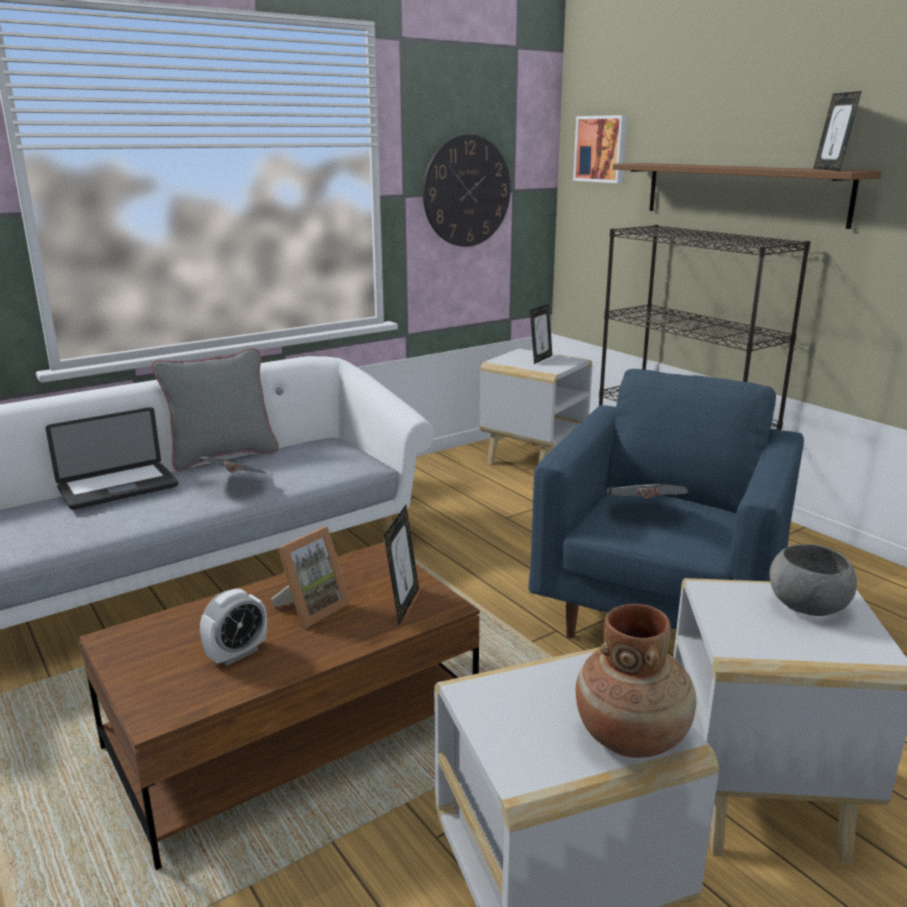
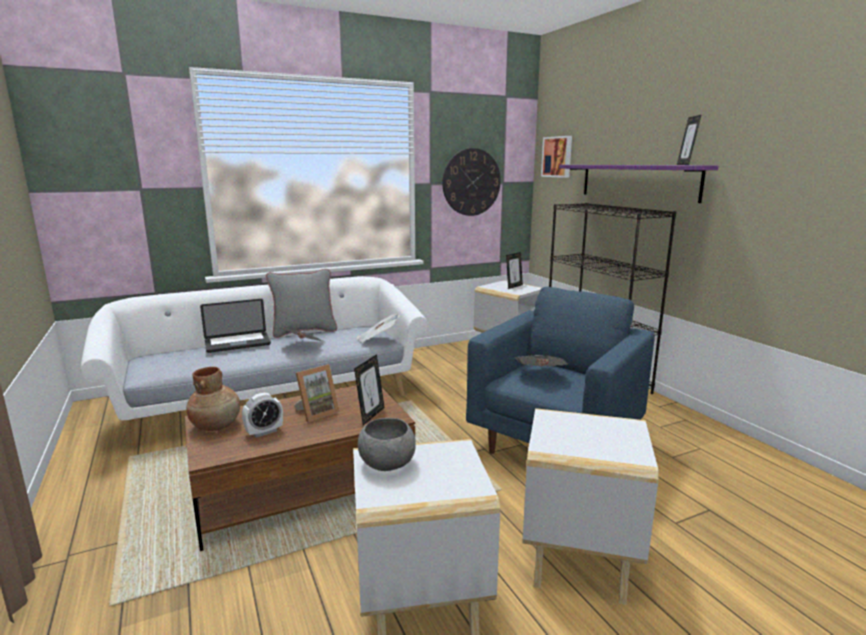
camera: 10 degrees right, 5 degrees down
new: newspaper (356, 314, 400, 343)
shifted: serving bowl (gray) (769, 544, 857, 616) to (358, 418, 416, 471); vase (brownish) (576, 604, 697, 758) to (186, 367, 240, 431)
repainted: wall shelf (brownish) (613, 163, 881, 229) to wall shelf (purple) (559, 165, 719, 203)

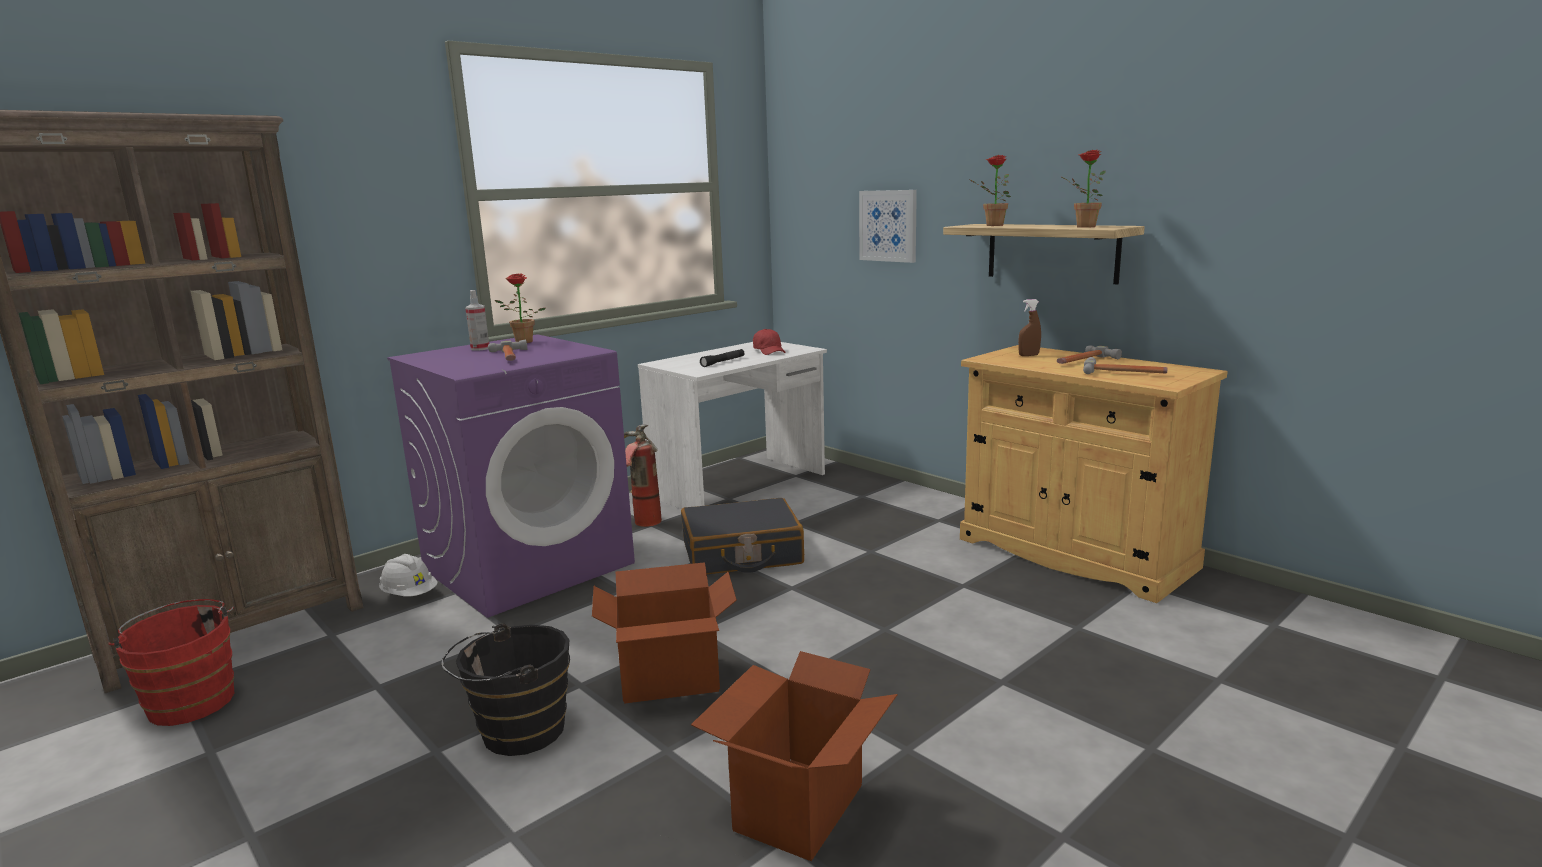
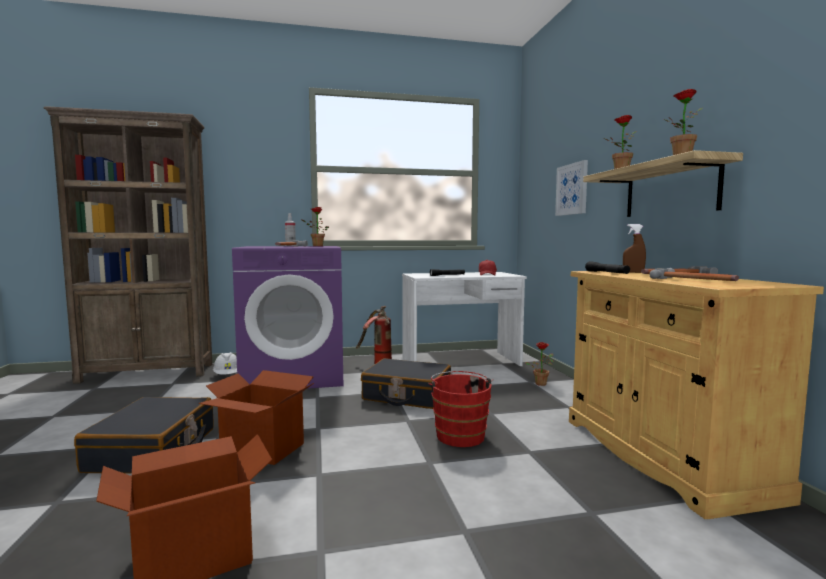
camera: 30 degrees right, 10 degrees down
new: hand torch (blackish) (585, 261, 630, 274); potted plant (525, 342, 554, 386)
shifted: pail (reddish) (108, 599, 234, 726) to (428, 371, 493, 447)
swapped: pail (blackish) (441, 623, 570, 756) to suitcase (blackish) (74, 397, 214, 473)

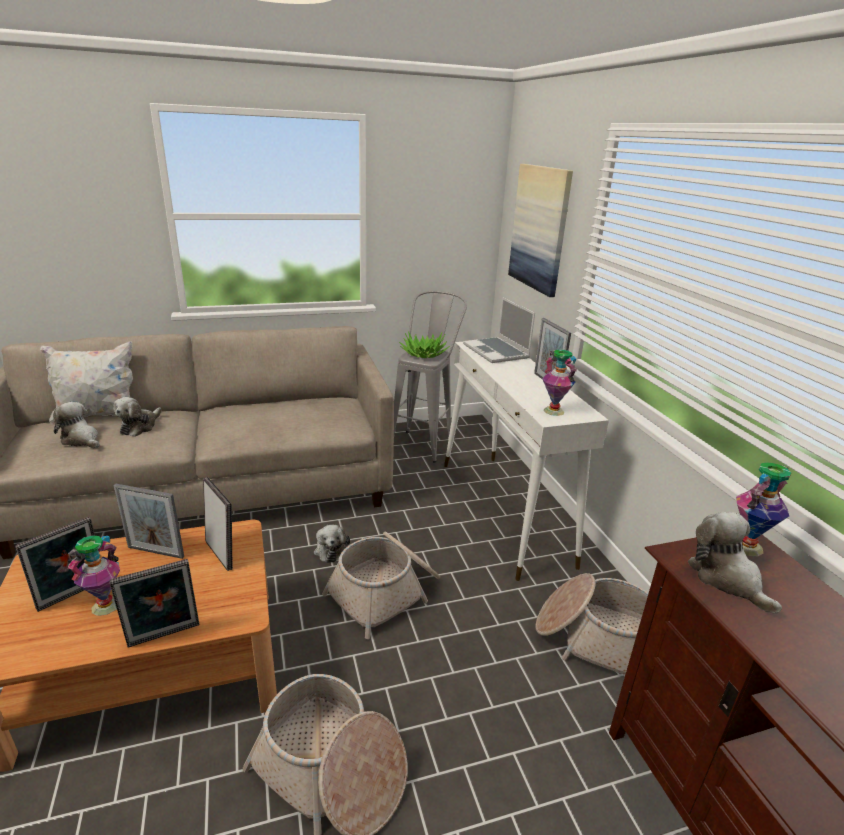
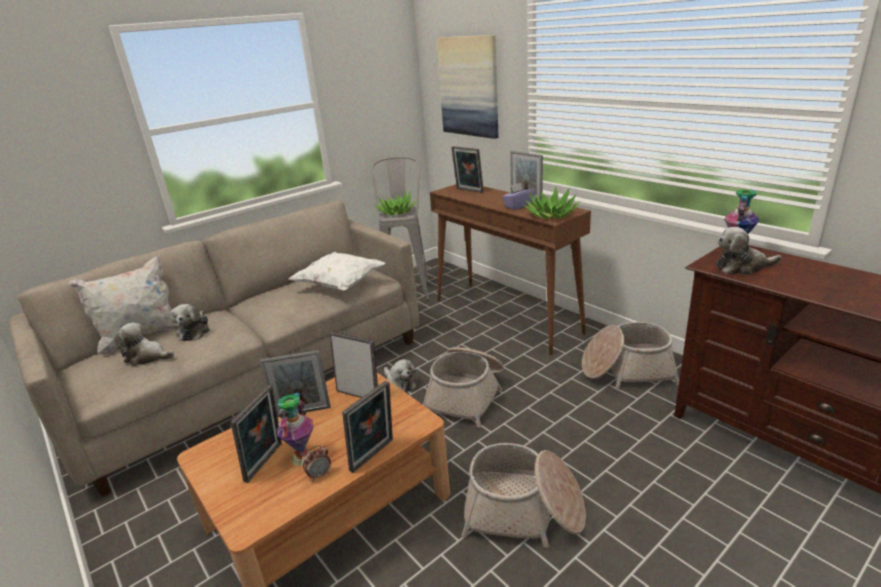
camera: 20 degrees left, 0 degrees up
new: box of tissues (purple) (502, 183, 535, 210); cushion (white-coloured) (288, 252, 386, 291); table clock (302, 445, 331, 481)
swapped: laptop (463, 297, 535, 363) to photo frame (451, 146, 484, 193); vase (542, 350, 577, 416) to potted plant (522, 187, 580, 219)
repainted: narrow table (white-coloured) (444, 342, 609, 581) to narrow table (brownish) (430, 184, 591, 355)
rotated: soft toy (688, 512, 782, 614) = (716, 227, 782, 275) 45 degrees counterclockwise

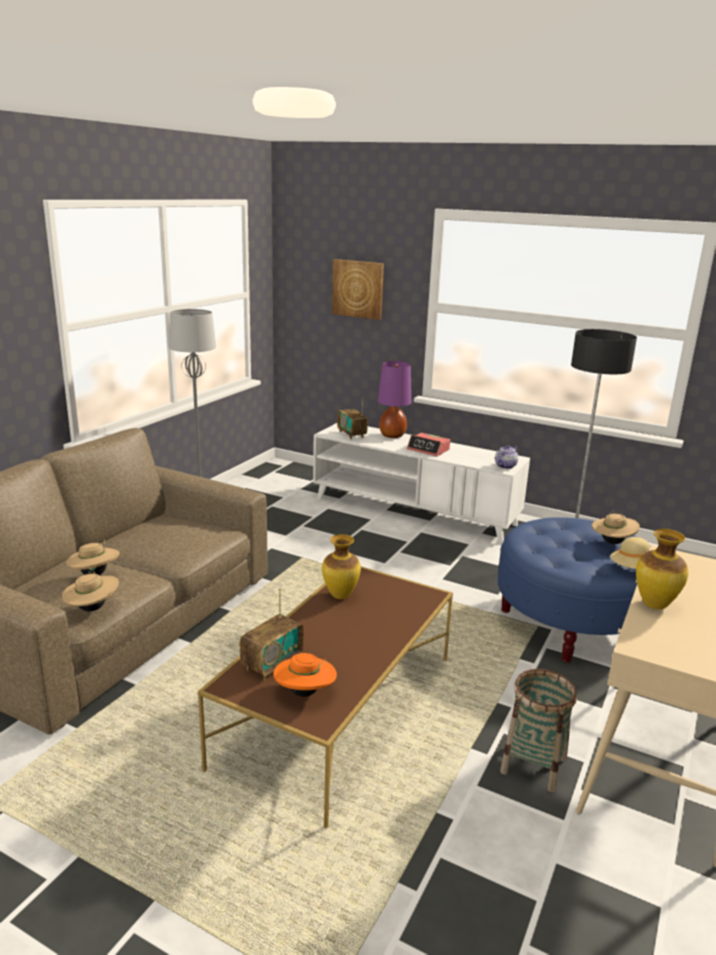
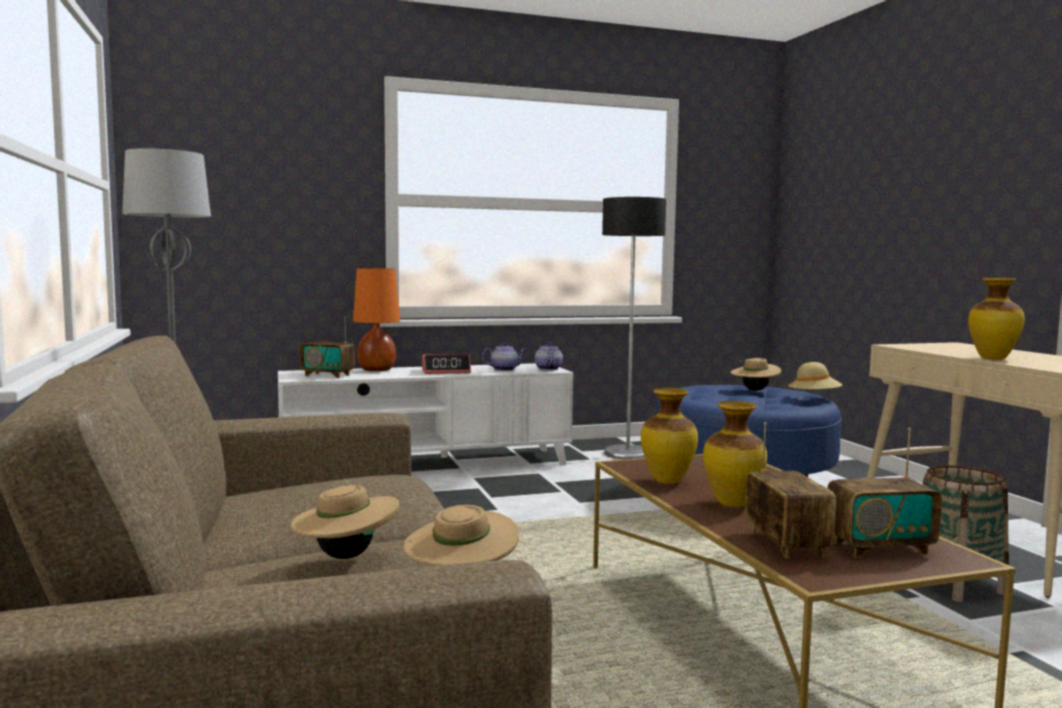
camera: 45 degrees left, 15 degrees down
gone: picture (332, 259, 384, 320)
new: teapot (482, 342, 526, 371); vase (703, 401, 767, 507)
swapped: wearable hat (orangey) (273, 653, 337, 697) to radio (827, 428, 942, 557)
repainted: lamp for a table (purple) (378, 361, 411, 438) to lamp for a table (orangey) (353, 268, 400, 371)

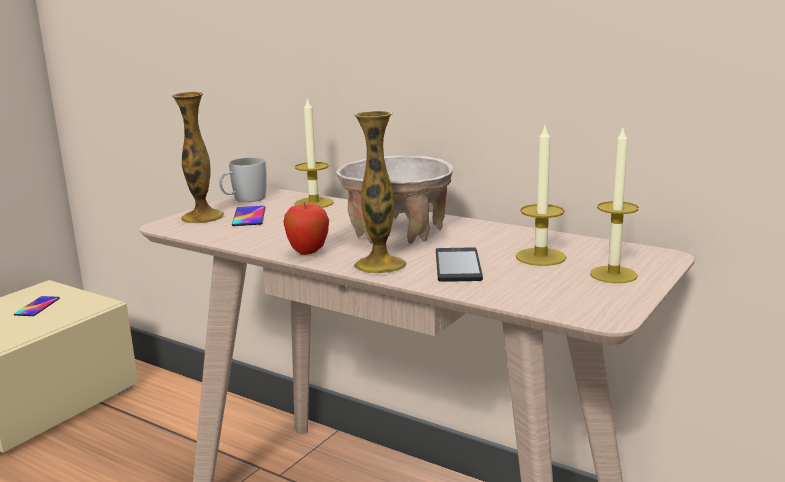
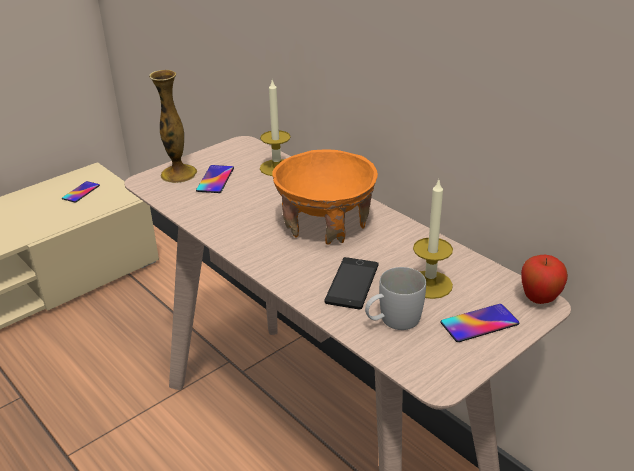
camera: 15 degrees right, 15 degrees up
gone: vase (353, 111, 407, 274)
shifted: tea mug (white-coloured) (219, 158, 267, 202) to (365, 267, 426, 330); apple fruit (283, 202, 329, 255) to (521, 255, 568, 304)
swapped: wax light (590, 126, 639, 283) to telephone (440, 304, 519, 342)
repainted: serving bowl (beige) (336, 156, 454, 244) to serving bowl (orangey) (272, 149, 378, 245)

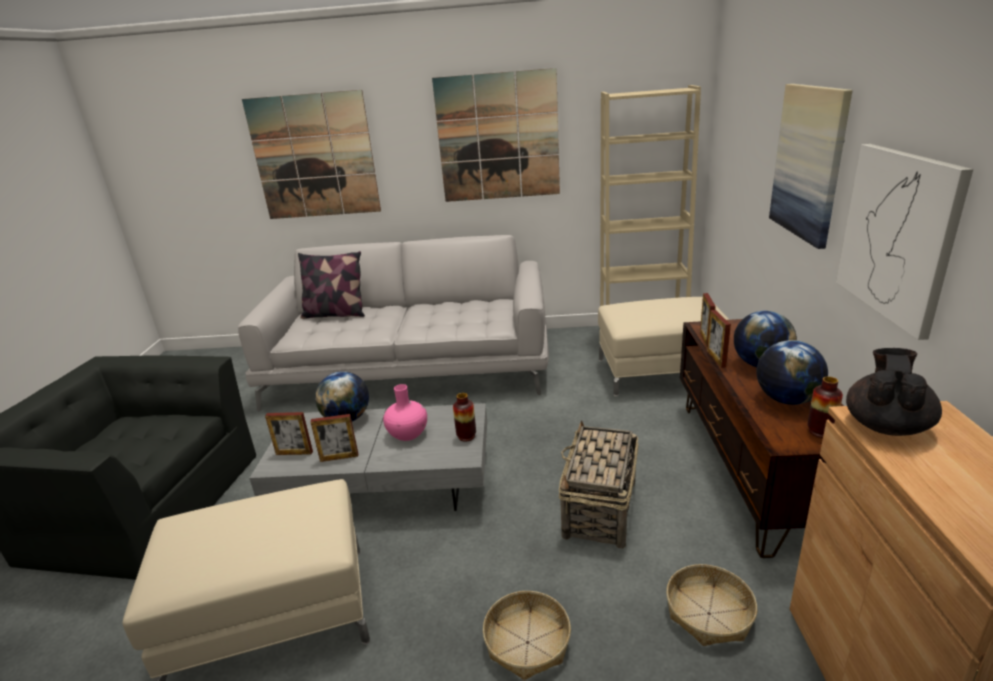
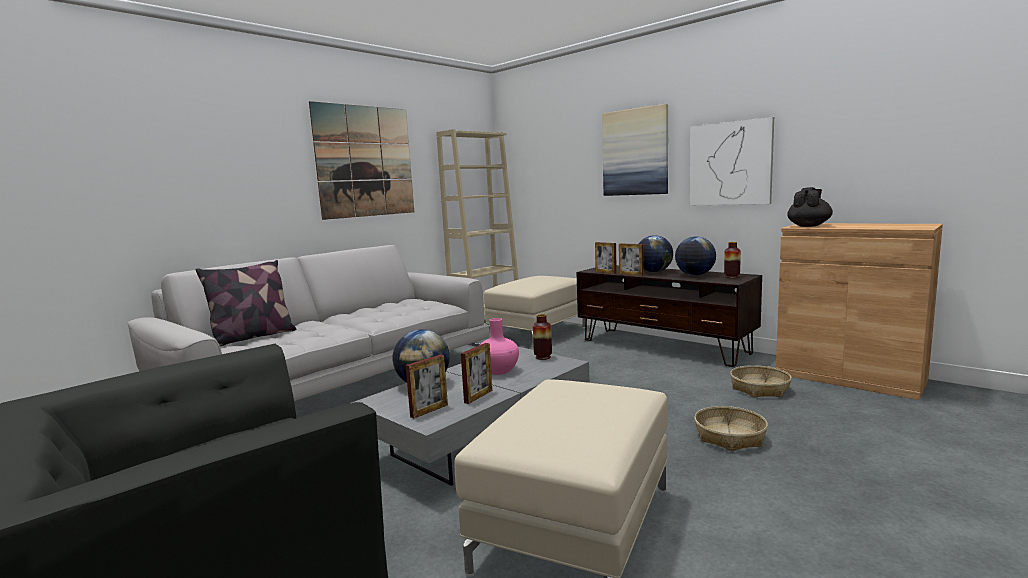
camera: 50 degrees left, 15 degrees down
gone: picture (242, 90, 381, 219); basket (559, 420, 638, 549)
rotated: teapot (blackish) (846, 348, 942, 436) = (787, 187, 833, 227) 60 degrees clockwise

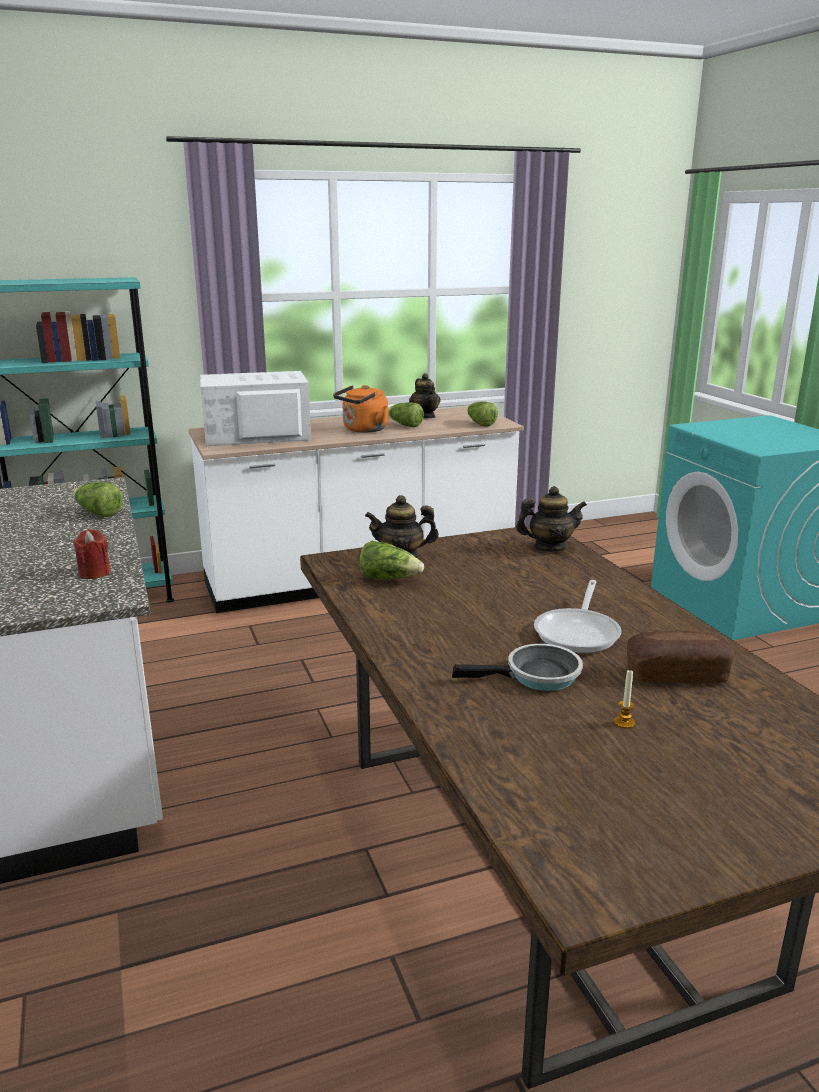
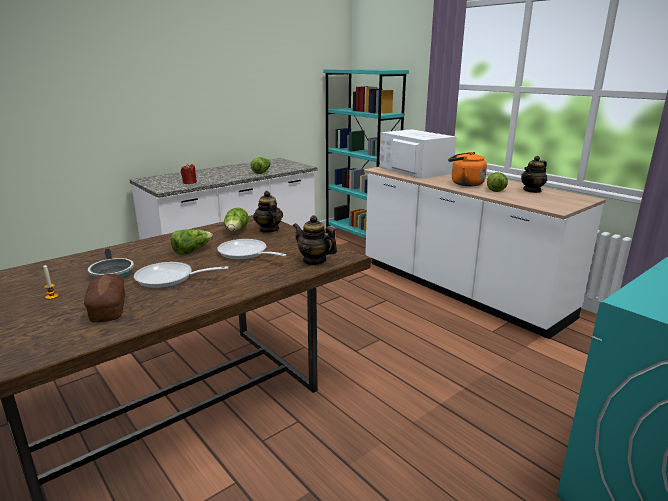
camera: 70 degrees right, 0 degrees up
new: frying pan (217, 239, 286, 260)
shifted: lettuce (467, 401, 498, 427) to (171, 229, 213, 255)
rotated: teapot (516, 486, 587, 552) = (293, 215, 337, 266) 150 degrees clockwise

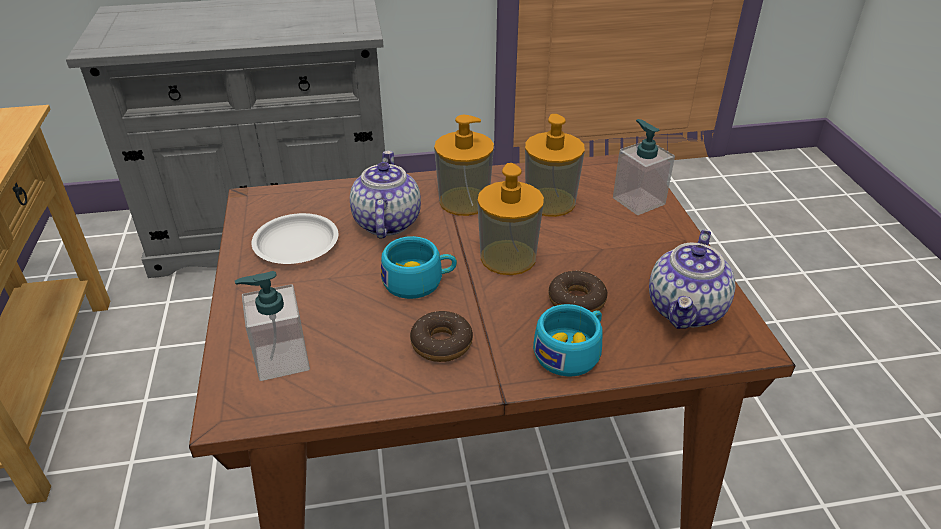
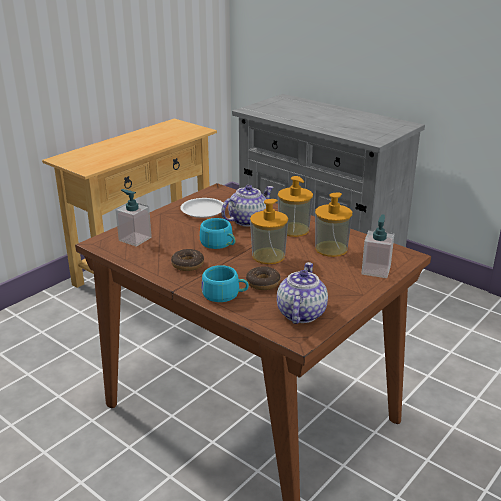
camera: 50 degrees right, 10 degrees down
rotated: teapot (649, 229, 736, 329) = (277, 262, 328, 324) 120 degrees clockwise

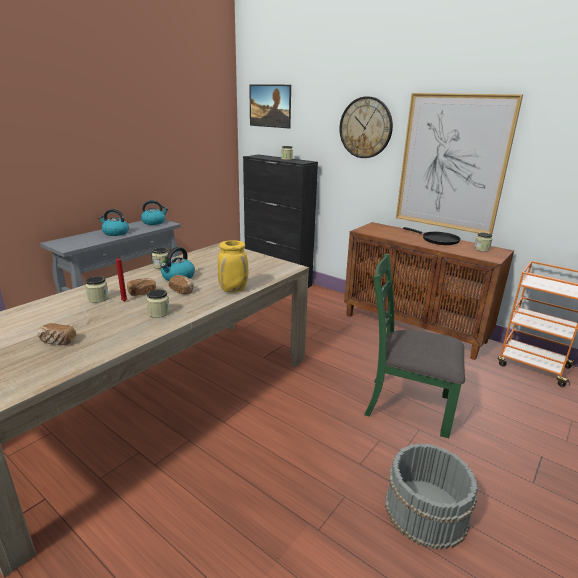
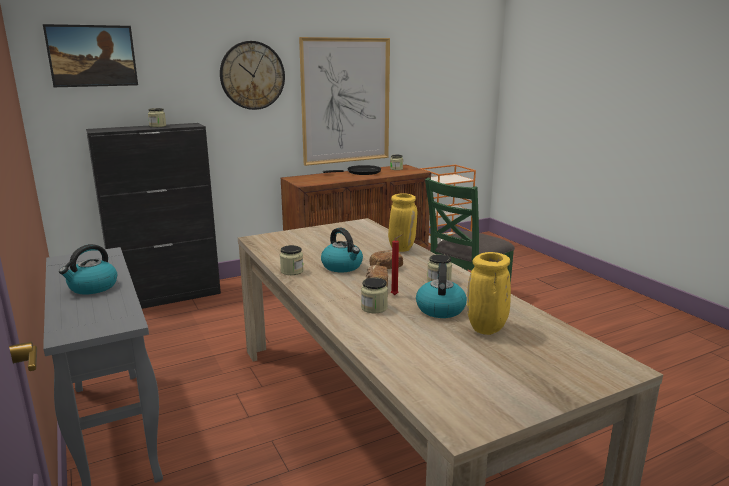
camera: 65 degrees left, 5 degrees down
gone: pail (gray) (385, 443, 478, 550)
shifted: kettle (141, 200, 168, 225) to (416, 263, 467, 318)
swapped: bakery bread (37, 323, 76, 345) to vase (yellowish) (467, 252, 511, 335)

